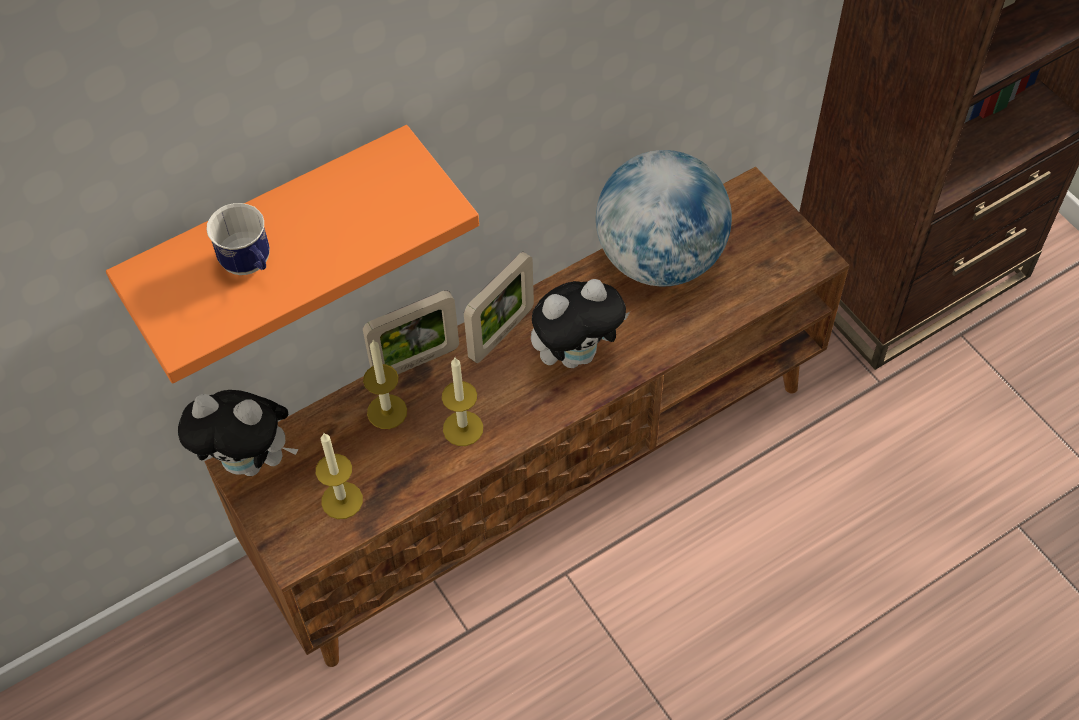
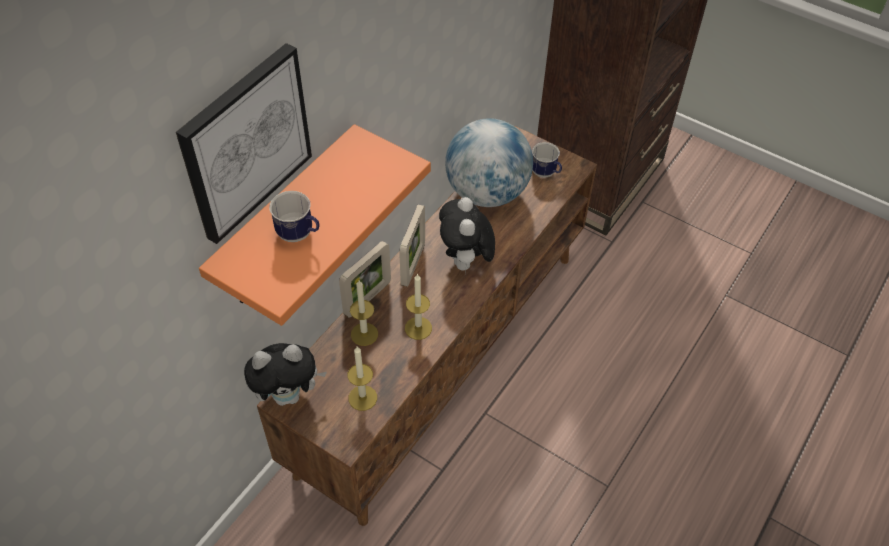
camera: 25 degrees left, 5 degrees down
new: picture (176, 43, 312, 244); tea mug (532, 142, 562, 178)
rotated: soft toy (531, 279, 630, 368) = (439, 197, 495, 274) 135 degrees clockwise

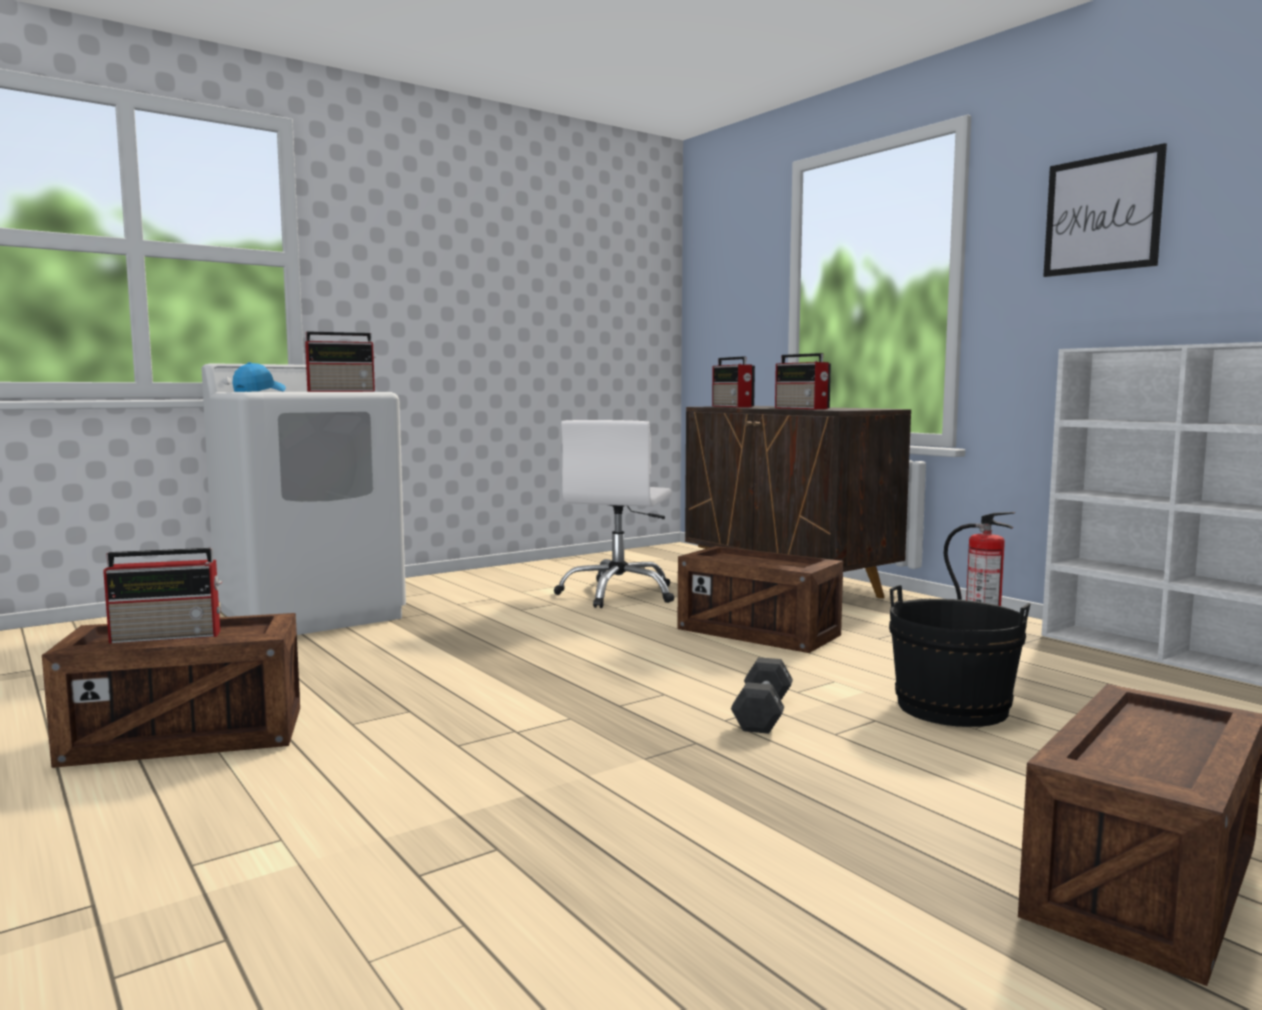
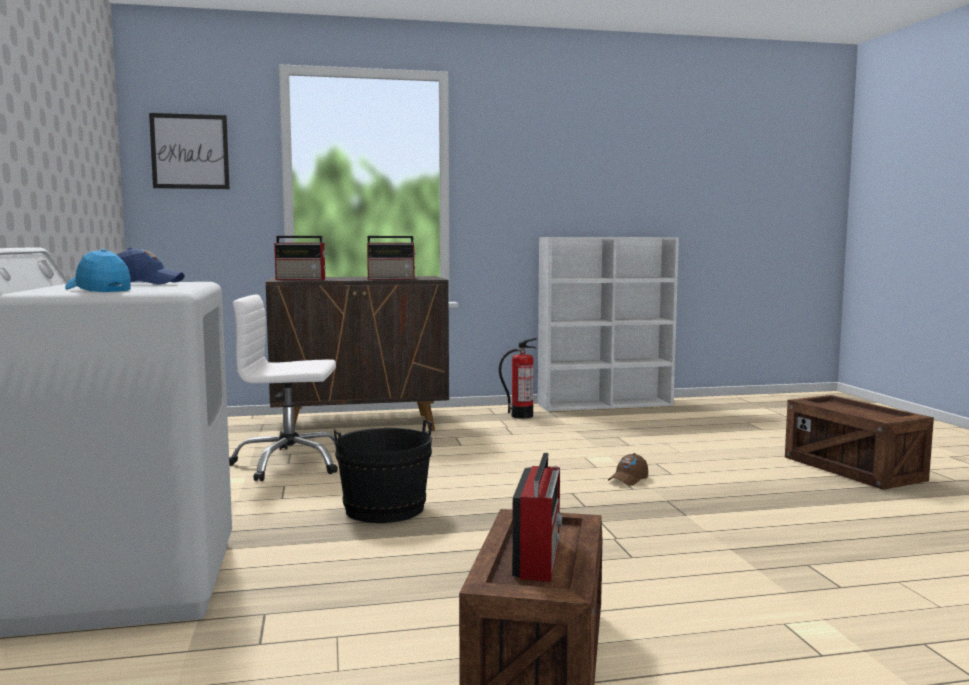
camera: 65 degrees left, 0 degrees up
gone: packing crate (677, 546, 843, 653)
shifted: picture (1043, 143, 1167, 277) to (149, 113, 230, 189); pail (blackish) (889, 585, 1031, 727) to (333, 419, 432, 523)
swapped: radio (305, 331, 376, 392) to cap (blue-coloured) (117, 248, 185, 285); free weight (blackish) (731, 657, 793, 734) to cap (brownish) (608, 453, 648, 486)
rotated: desk chair (white-coloured) (554, 420, 675, 608) = (229, 295, 338, 481) 135 degrees clockwise

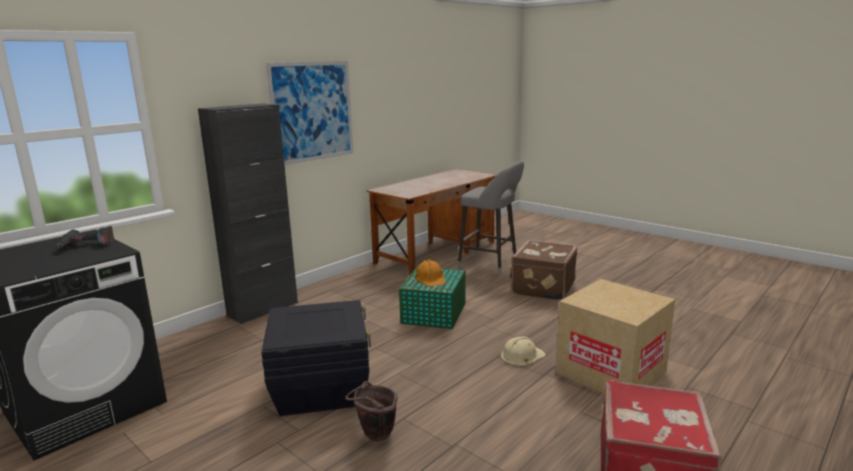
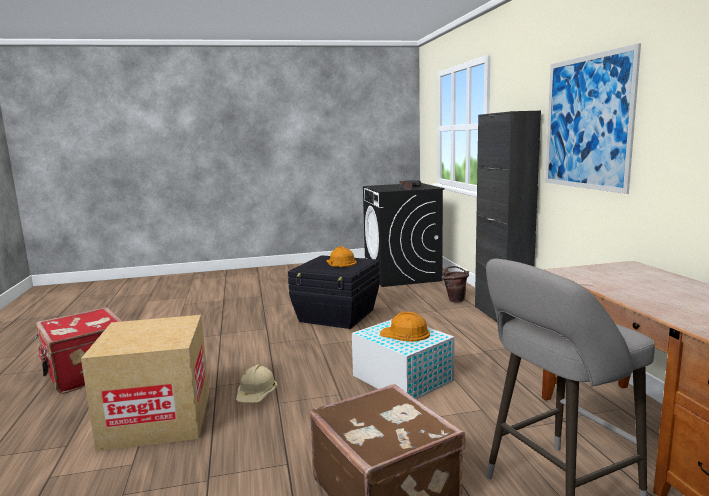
camera: 125 degrees right, 5 degrees down
new: hard hat (orangey) (326, 246, 357, 267)
shifted: pail (brownish) (345, 381, 397, 441) to (442, 266, 469, 303)
repainted: storage container (green-coloured) (399, 267, 466, 329) to storage container (white-coloured) (352, 319, 455, 399)

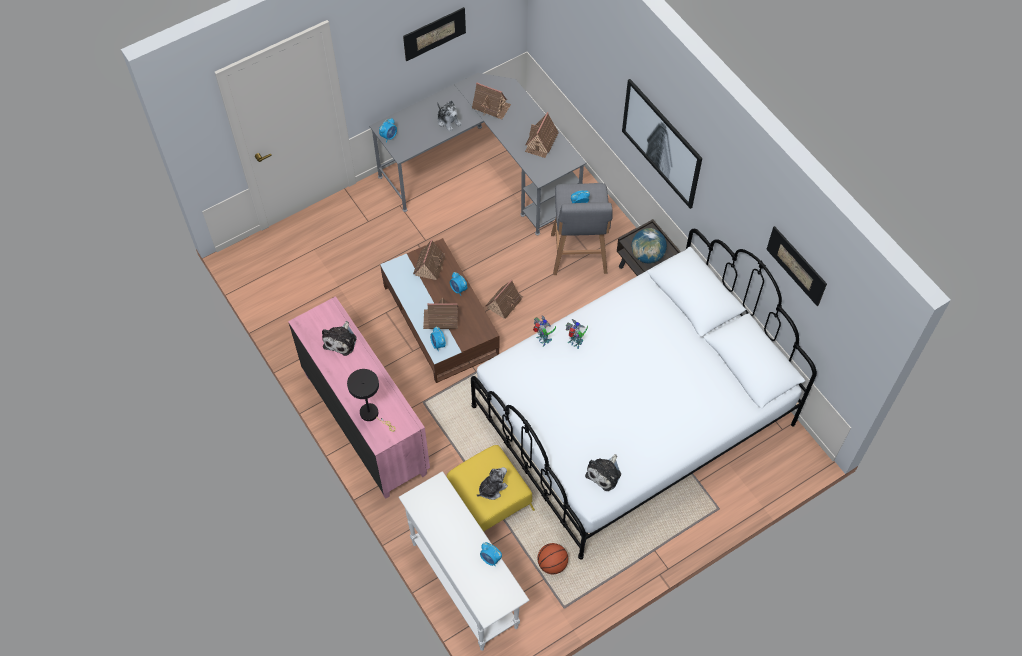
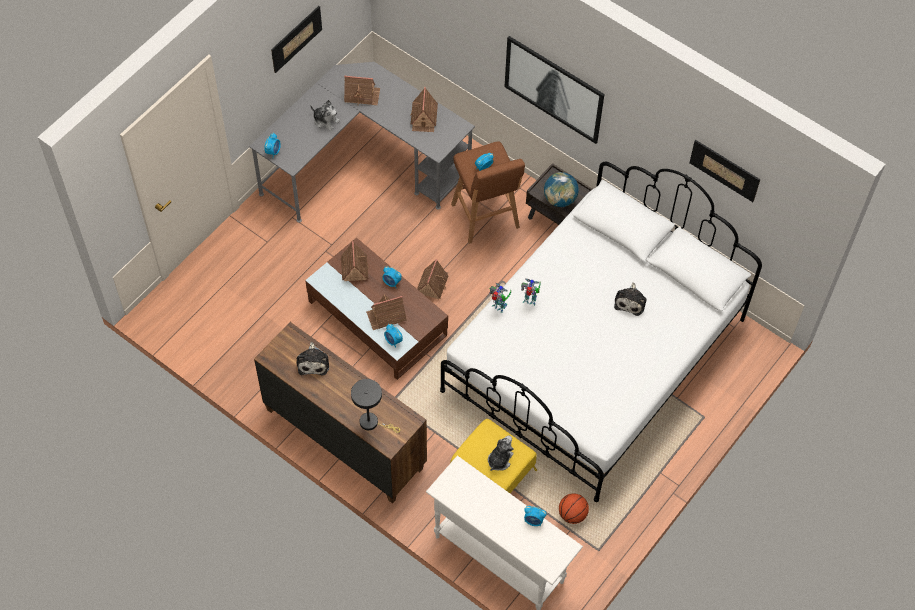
camera: 20 degrees left, 0 degrees up
shifted: soft toy (585, 454, 621, 491) to (614, 282, 646, 316)
repainted: stool seat (gray) (551, 183, 613, 275) to stool seat (brownish) (451, 142, 525, 244); dresser (pink) (288, 296, 430, 499) to dresser (brownish) (254, 322, 427, 503)

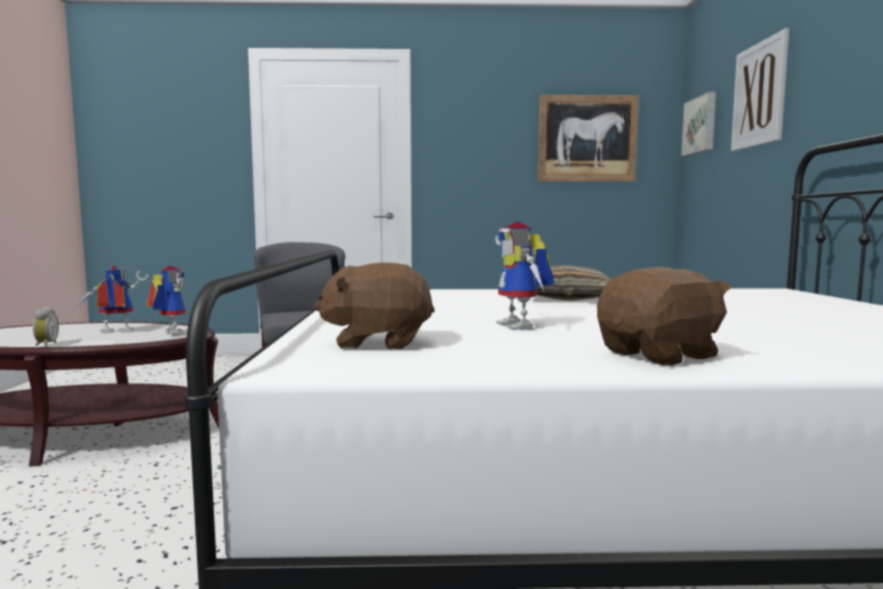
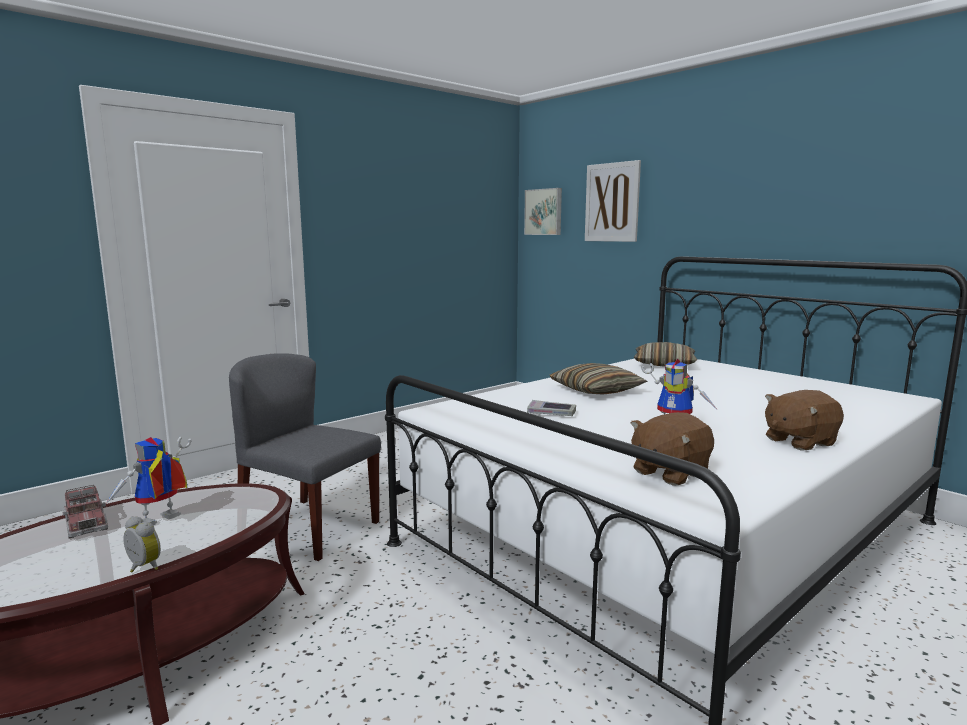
camera: 40 degrees left, 5 degrees up
gone: picture (538, 95, 639, 182); robot figure (147, 266, 187, 336)
new: cushion (634, 342, 697, 367); book (527, 400, 576, 416); model truck (63, 485, 108, 539)
rotated: soft toy (brownish) (597, 267, 732, 365) = (765, 390, 844, 450) 135 degrees counterclockwise

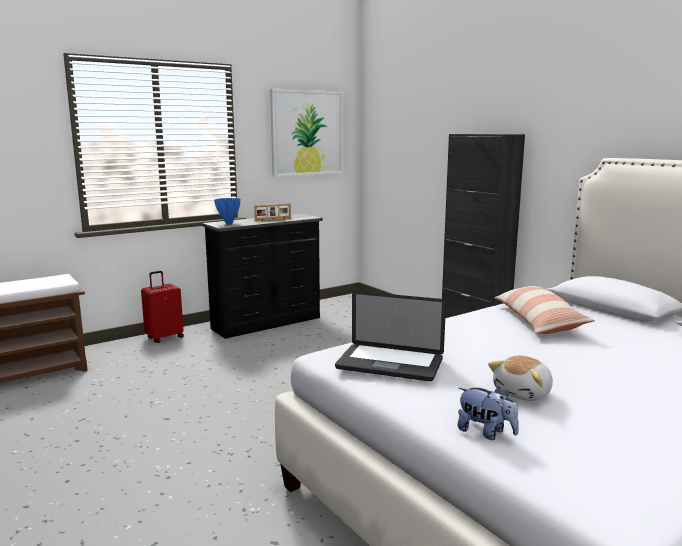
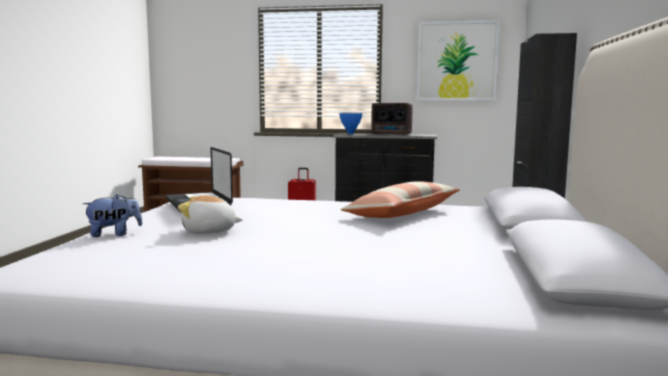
camera: 45 degrees right, 5 degrees down
swapped: photo frame (254, 204, 291, 221) to radio (371, 103, 412, 135)
rotated: soft toy (457, 387, 519, 440) = (83, 194, 143, 237) 105 degrees counterclockwise

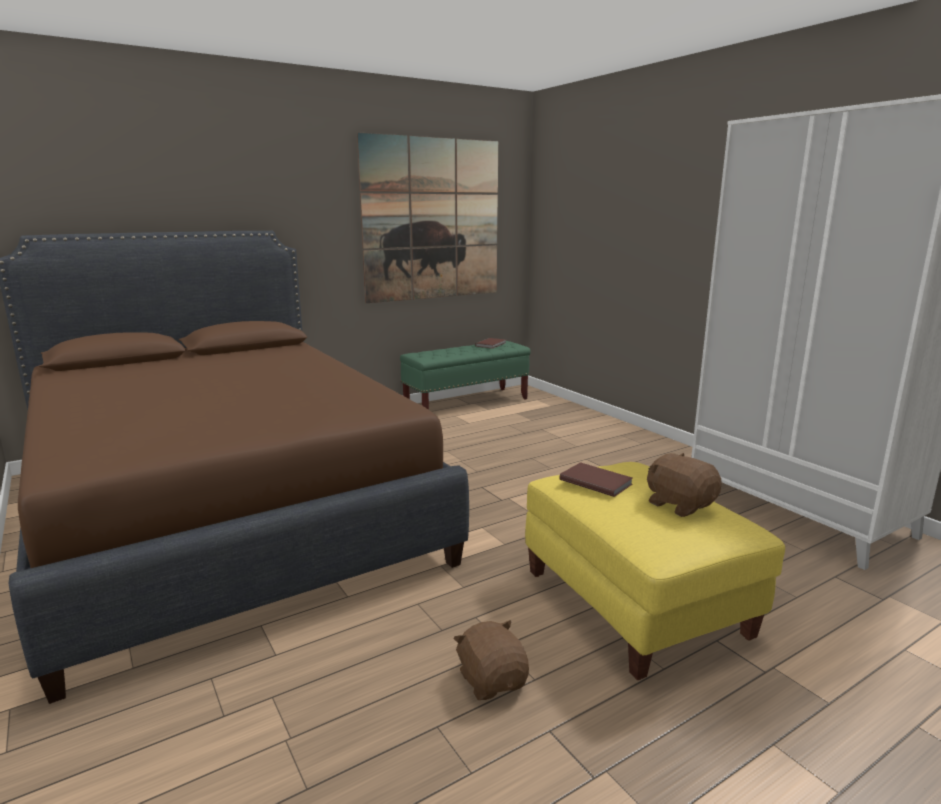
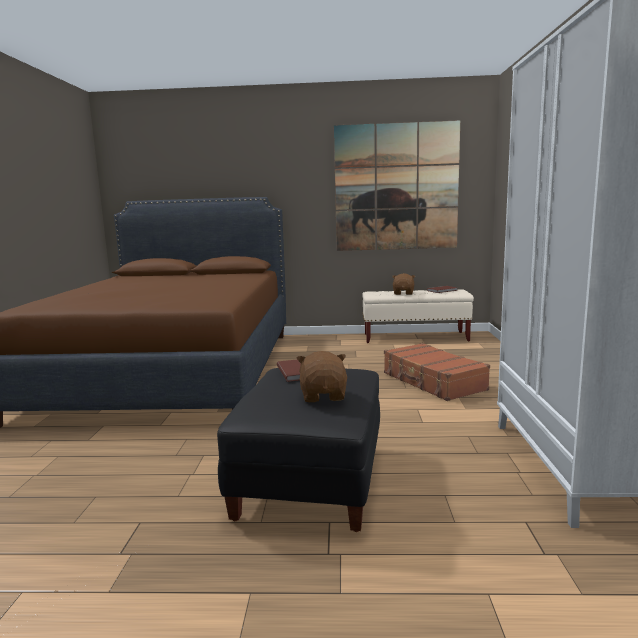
camera: 35 degrees right, 5 degrees down
new: suitcase (brownish) (384, 343, 490, 401)
shifted: soft toy (brownish) (453, 620, 529, 700) to (392, 273, 415, 295)
repainted: bench (green-coloured) (400, 341, 531, 410) to bench (beige) (362, 289, 474, 343); pouffe (yellowish) (525, 462, 785, 680) to pouffe (blackish) (217, 368, 380, 532)

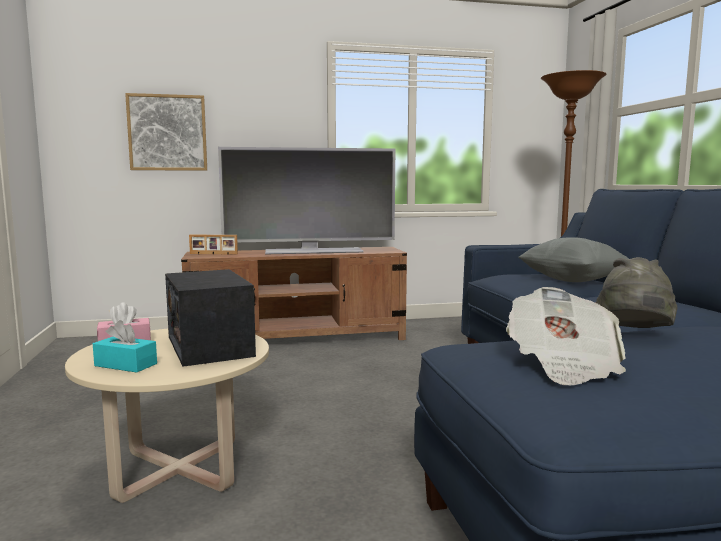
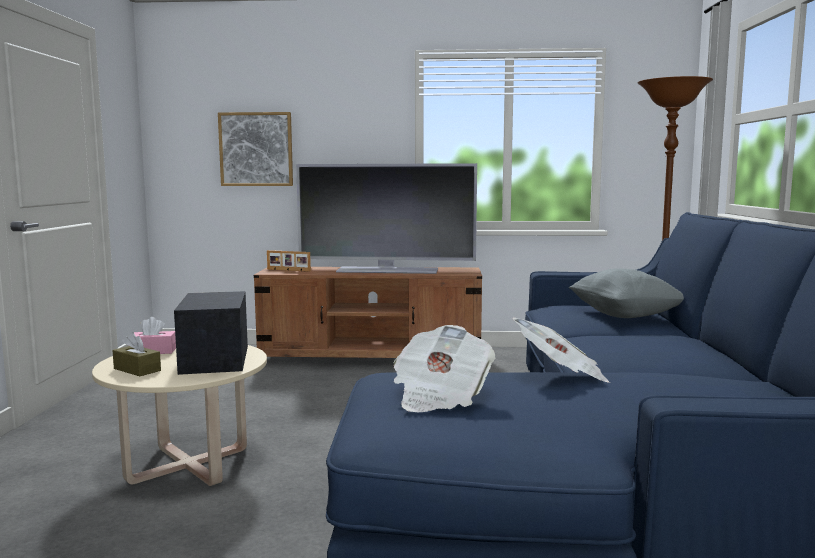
camera: 15 degrees right, 0 degrees up
swapped: wearable hat (gray) (596, 257, 677, 328) to newspaper (512, 317, 610, 383)
repainted: box of tissues (turquoise) (93, 320, 157, 373) to box of tissues (brownish) (113, 332, 161, 376)

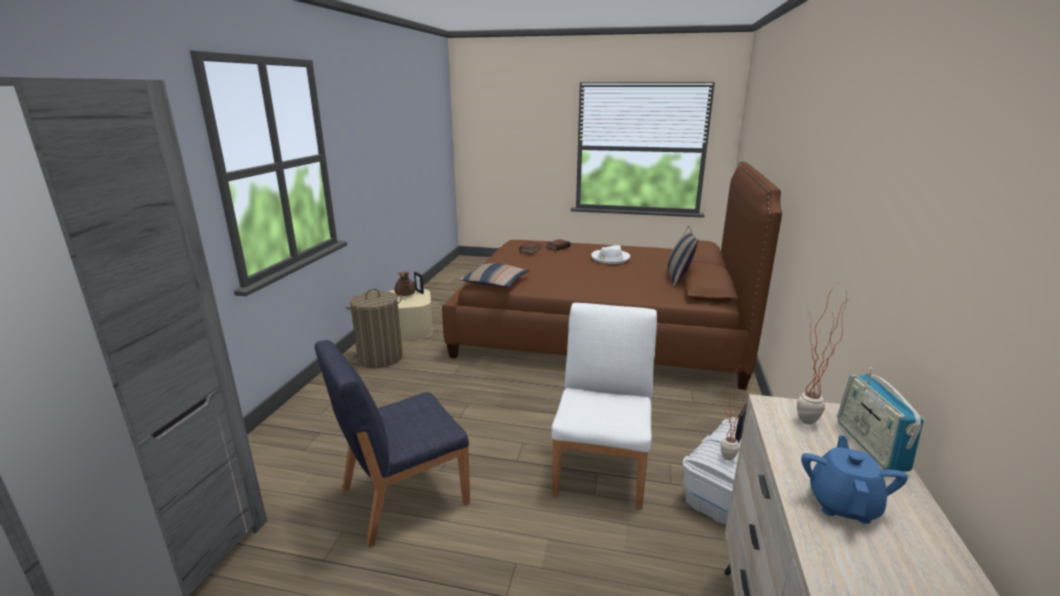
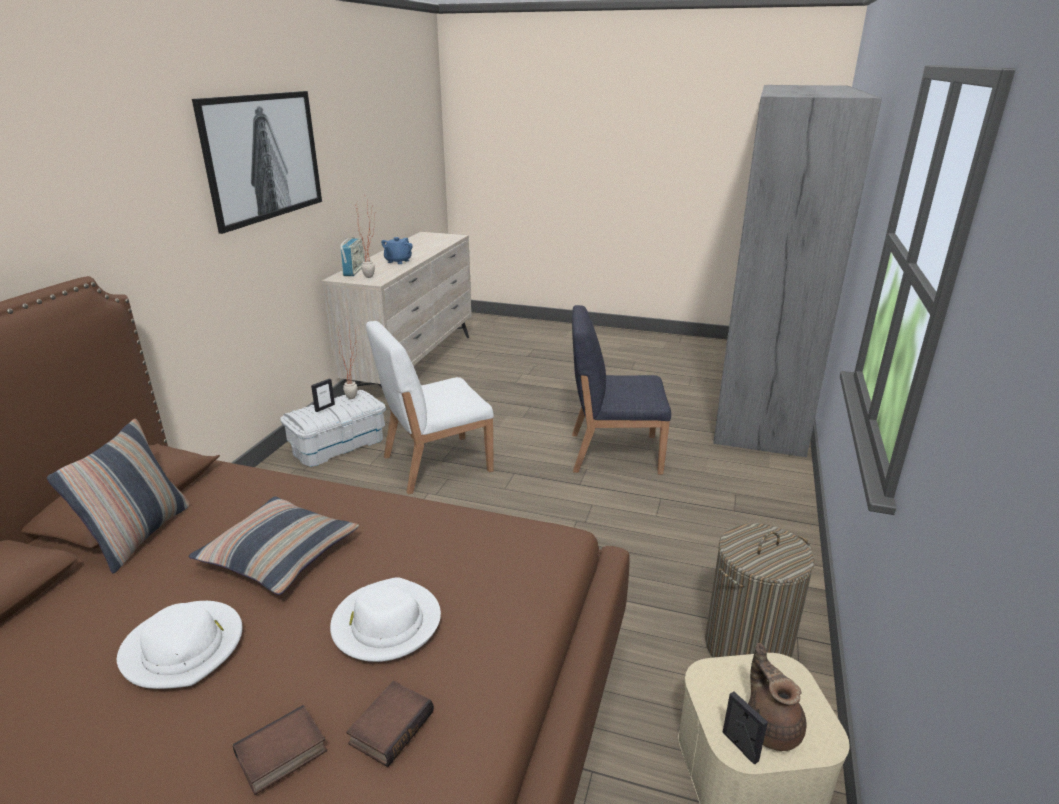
camera: 175 degrees left, 5 degrees up
new: picture (192, 91, 322, 234); wearable hat (white-coloured) (330, 577, 441, 662)
shifted: cushion (459, 263, 529, 287) to (189, 496, 359, 595)
rotated: upright chair (white-coloured) (551, 303, 657, 509) = (366, 321, 494, 495) 45 degrees clockwise; upright chair (blue-coloured) (315, 340, 470, 548) = (572, 305, 671, 474) 150 degrees counterclockwise

